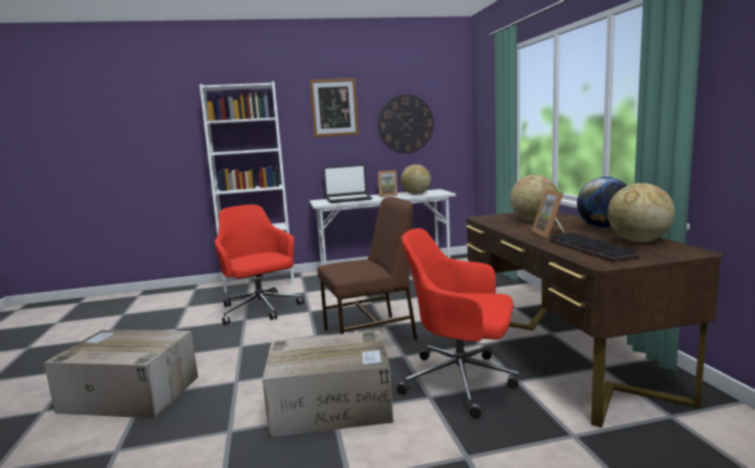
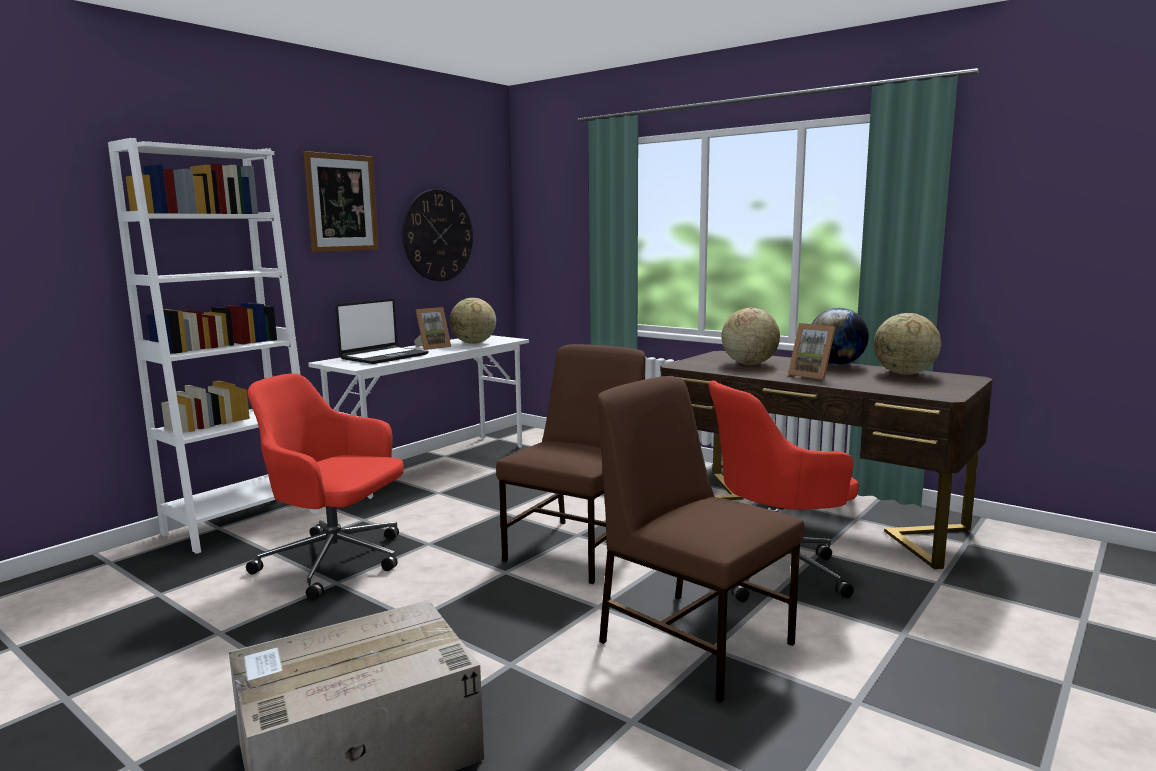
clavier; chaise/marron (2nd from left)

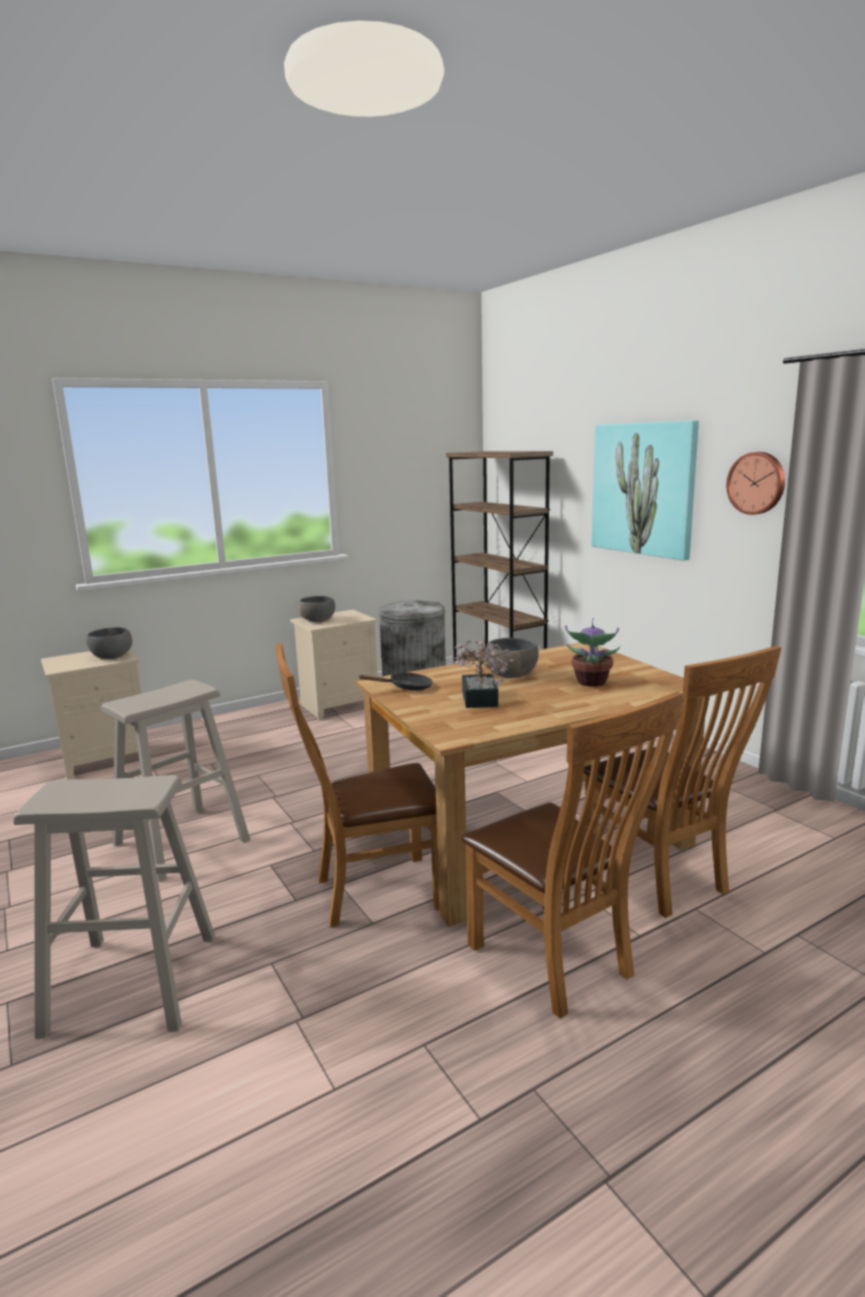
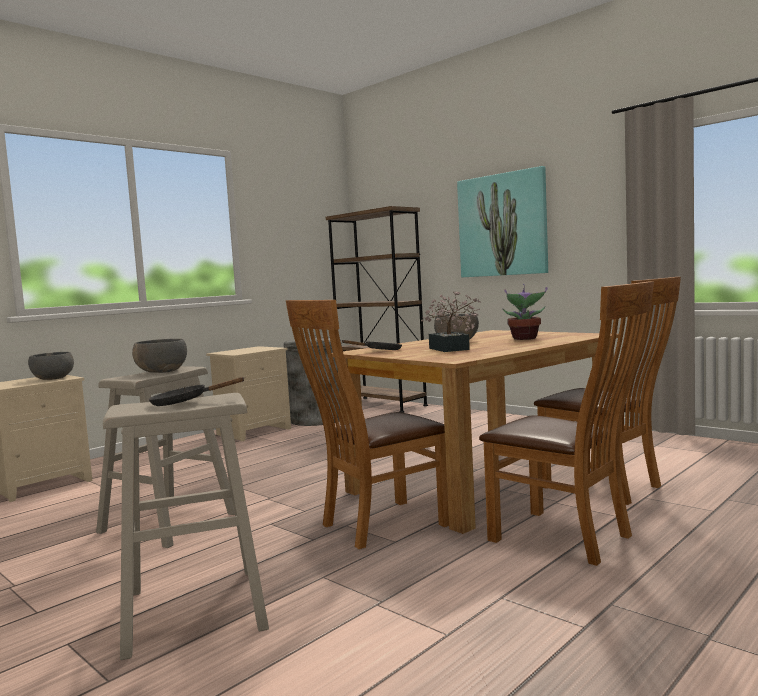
horloge murale; bol/gris (2nd from left); poêle/noir (1st from left)

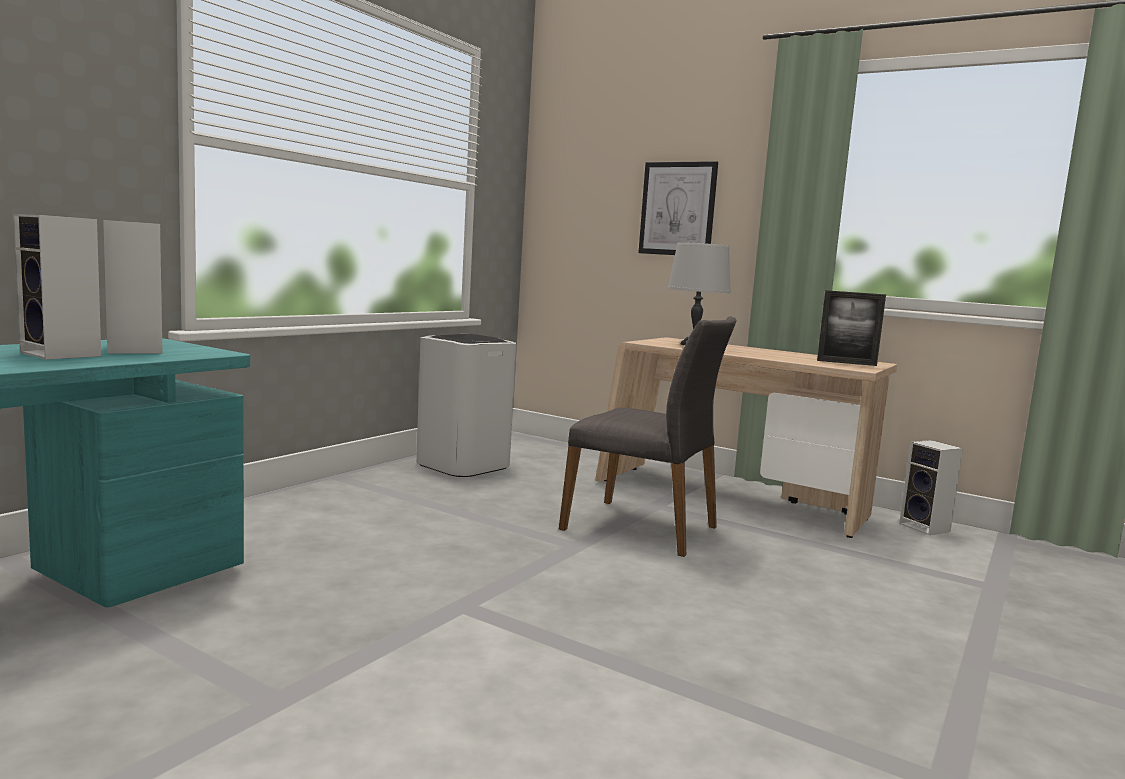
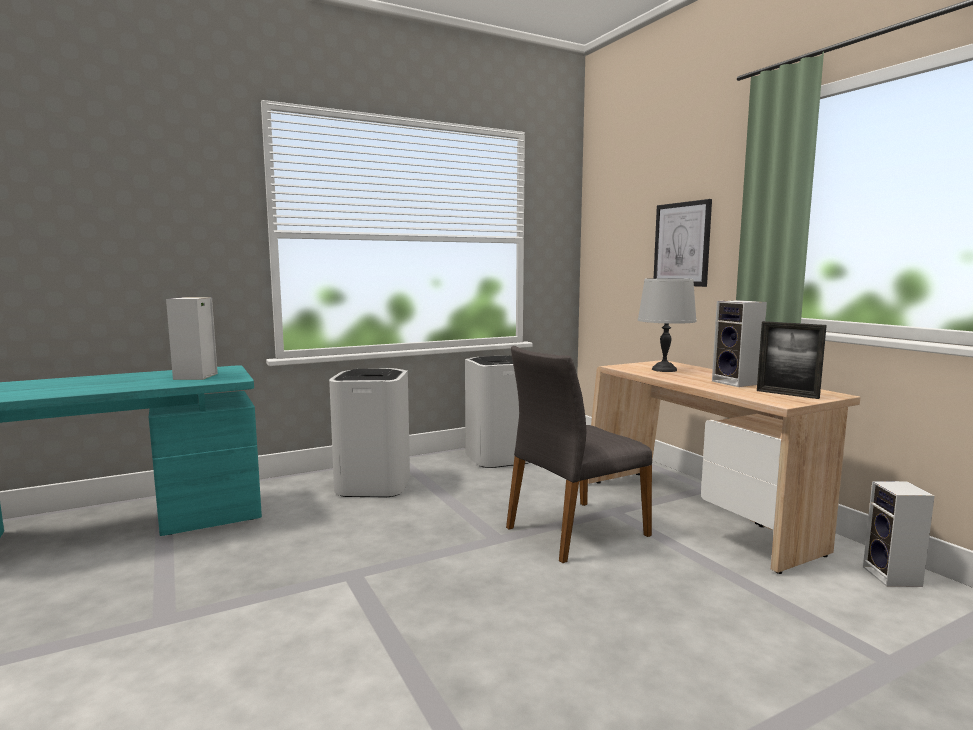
enceinte (2nd from left); chaise/gris; poubelle/blanc (1st from left)

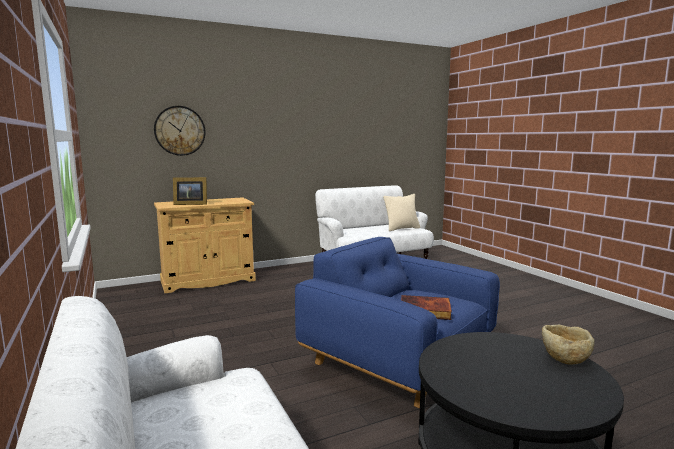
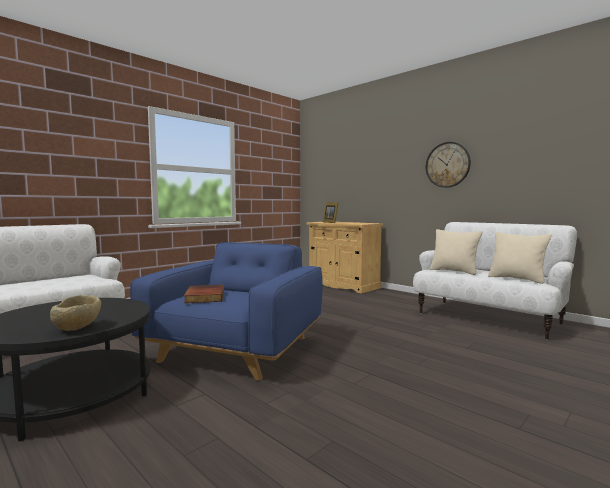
horloge murale; coussin/beige (1st from left)

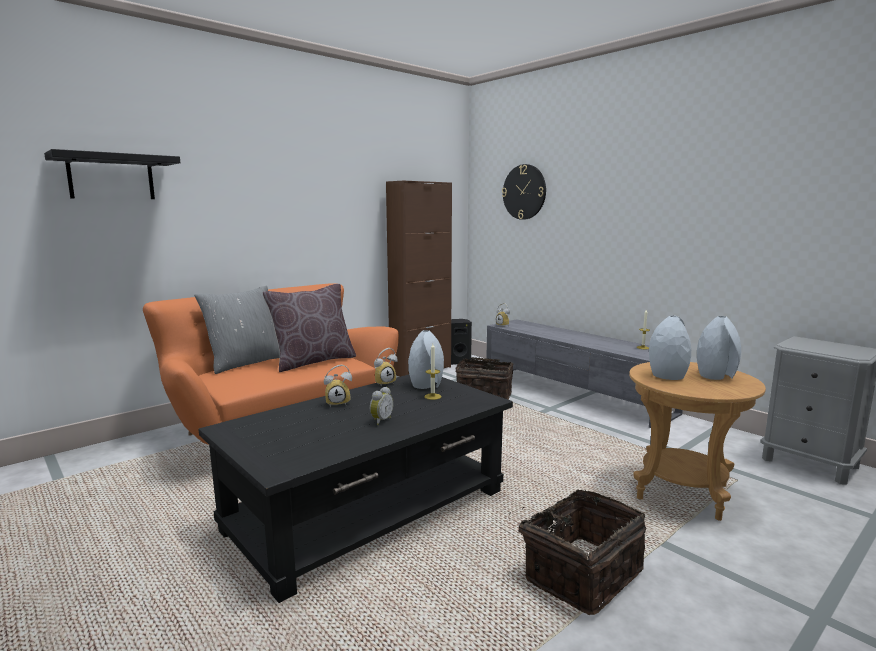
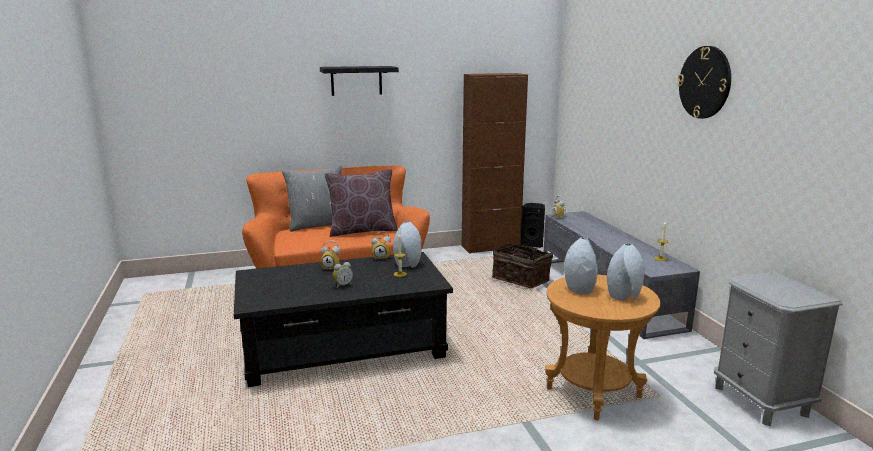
étagère/noir; horloge murale; panier (2nd from left in the first image)

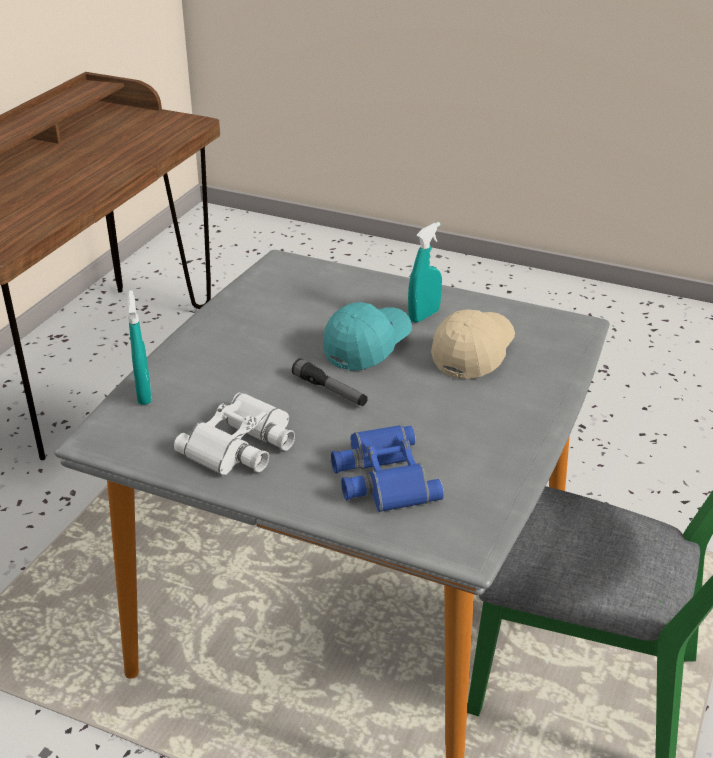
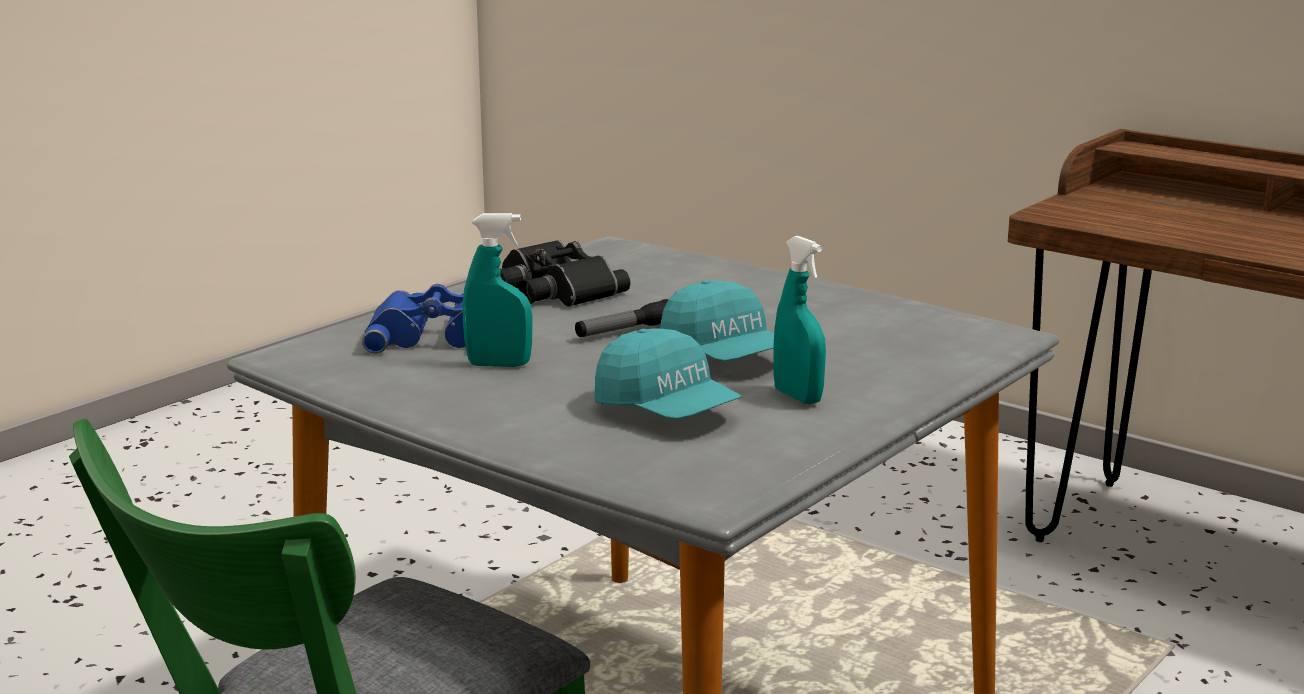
vaporisateur/turquoise (1st from left); casquette/turquoise (1st from left); jumelles/noir

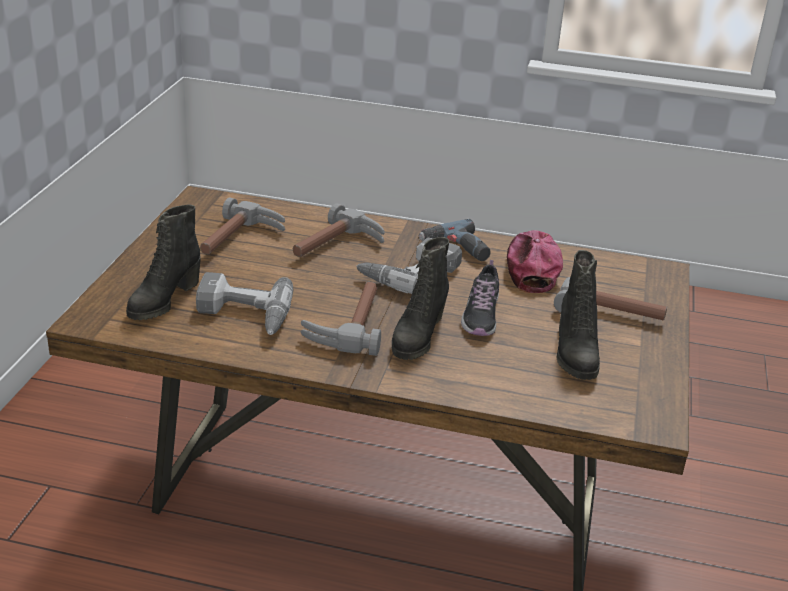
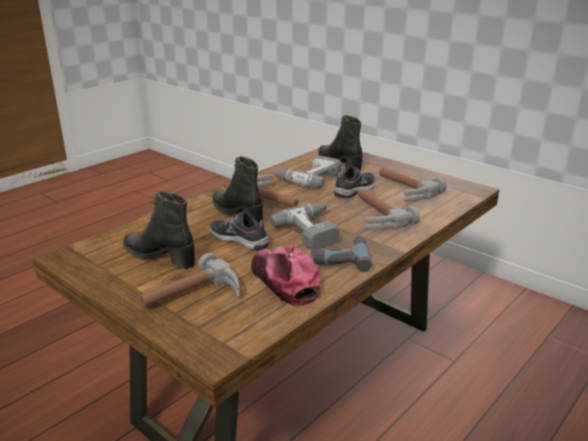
casquette; chaussure (2nd from left)

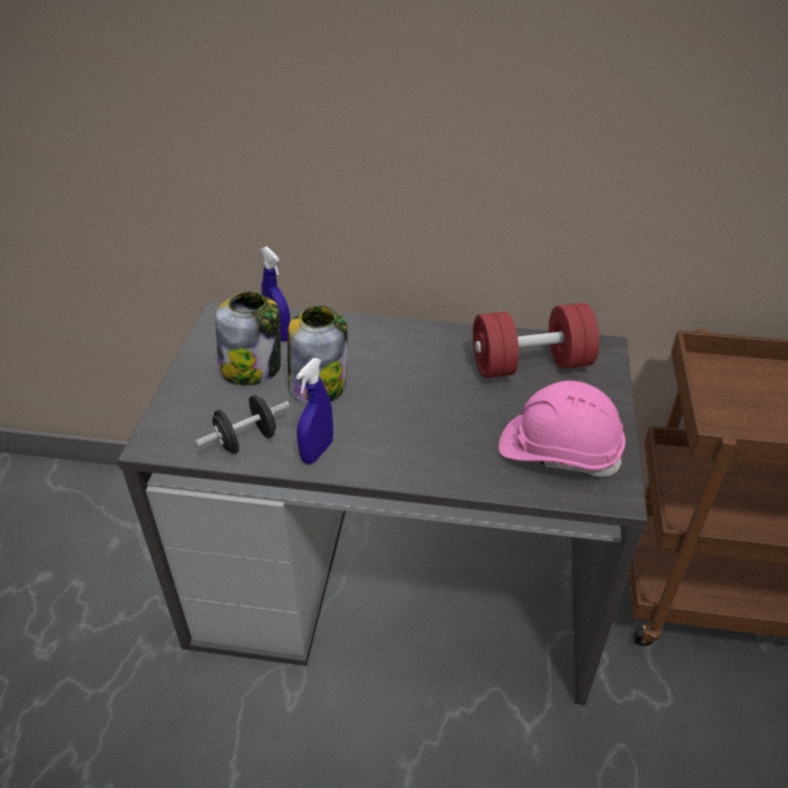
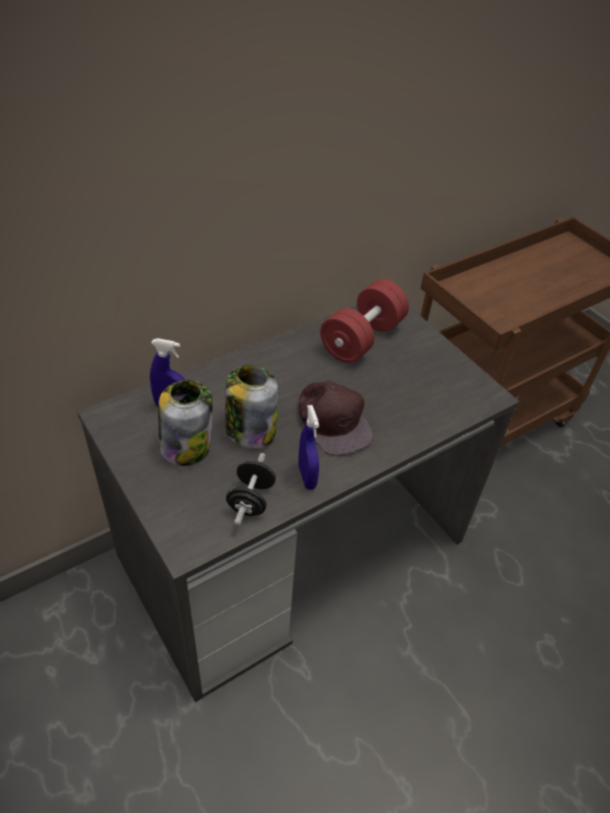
casque de chantier/rose; casquette/marron

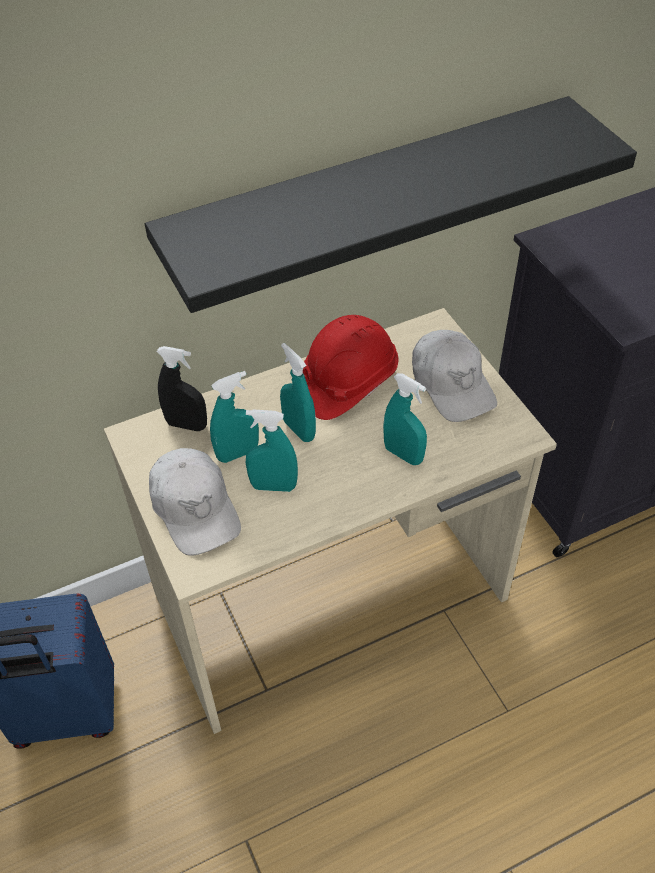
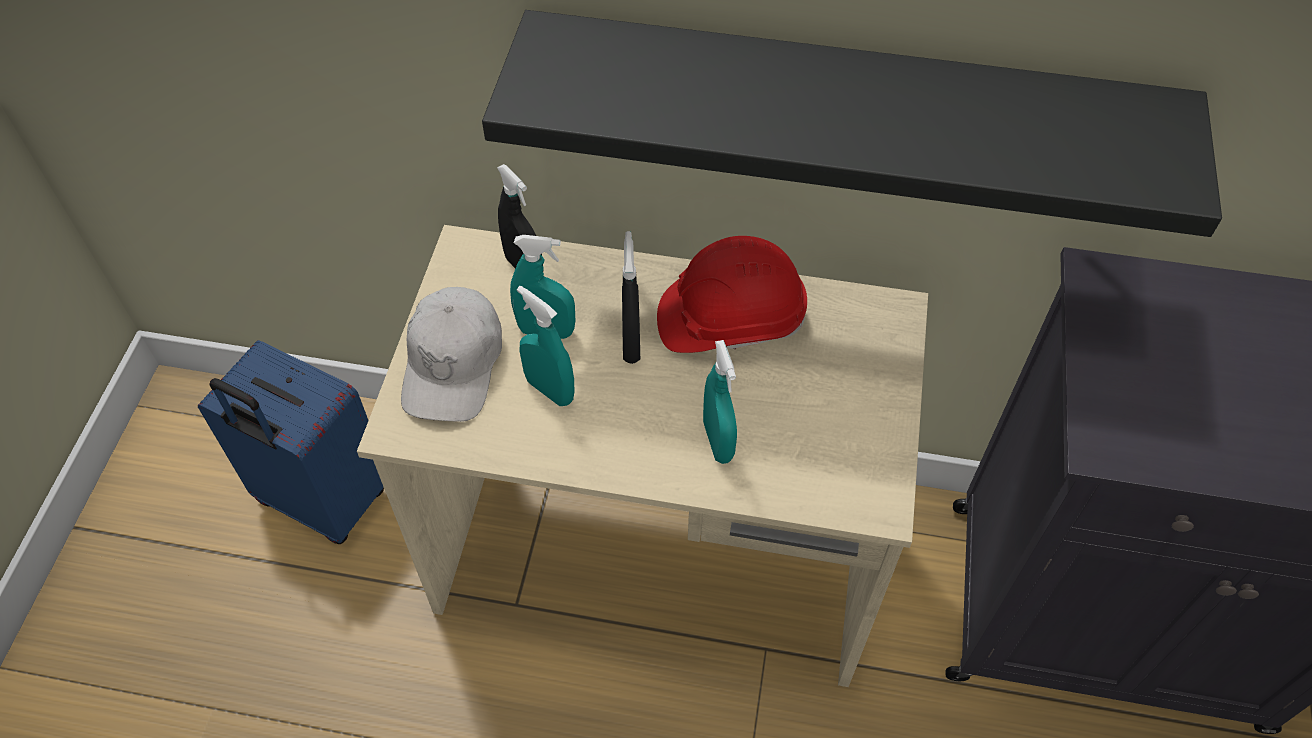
casquette/blanc (2nd from left in the first image); vaporisateur/noir (2nd from left)

